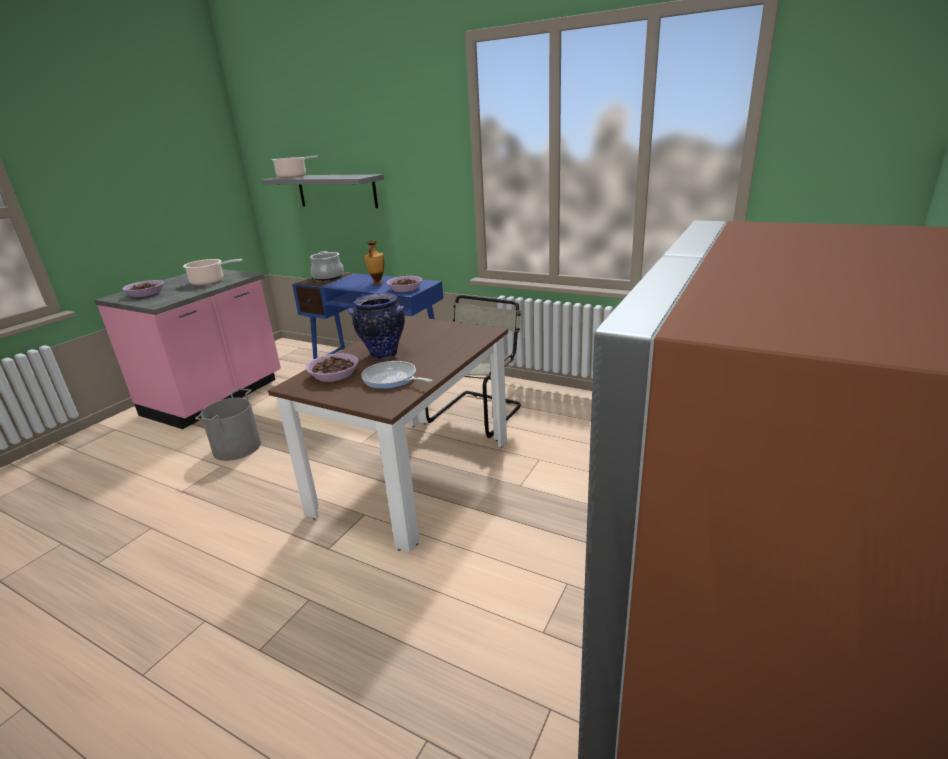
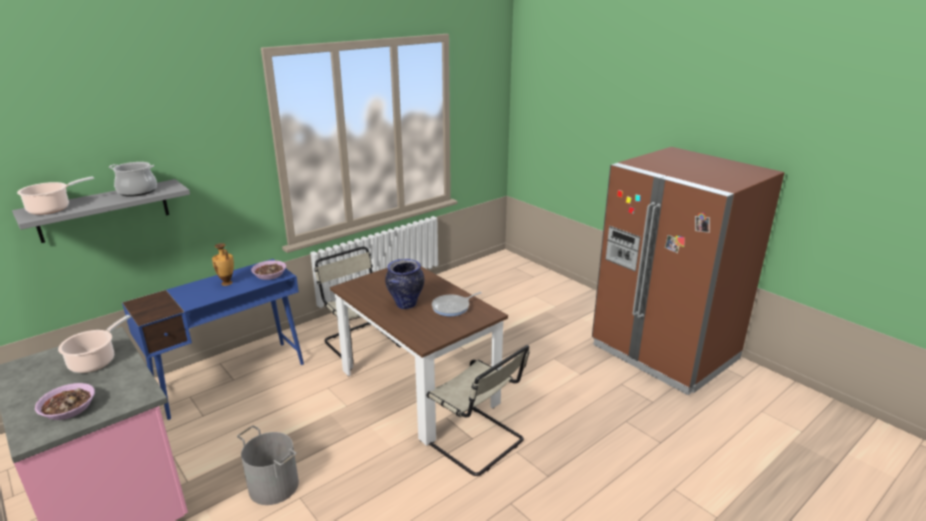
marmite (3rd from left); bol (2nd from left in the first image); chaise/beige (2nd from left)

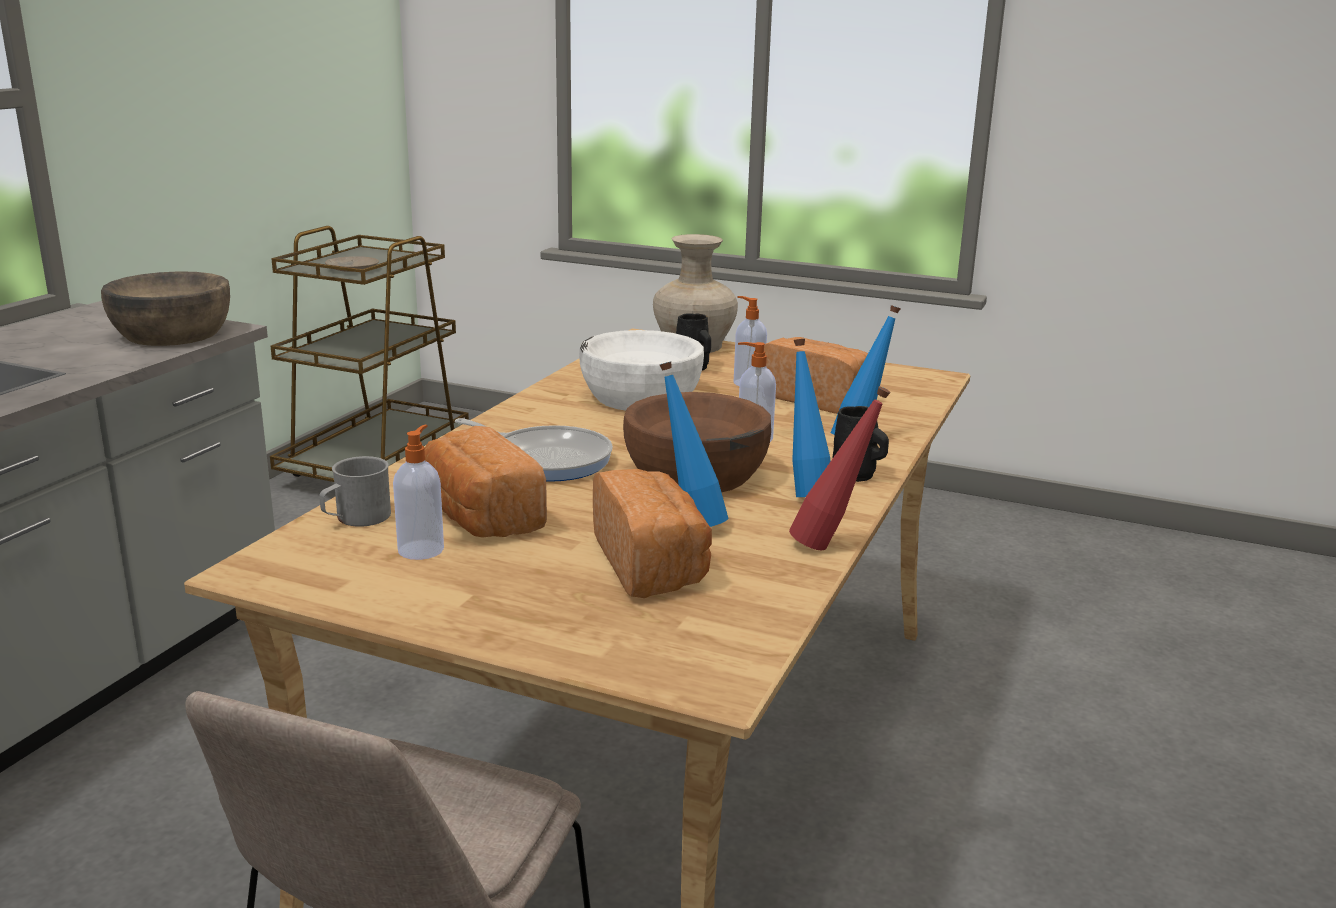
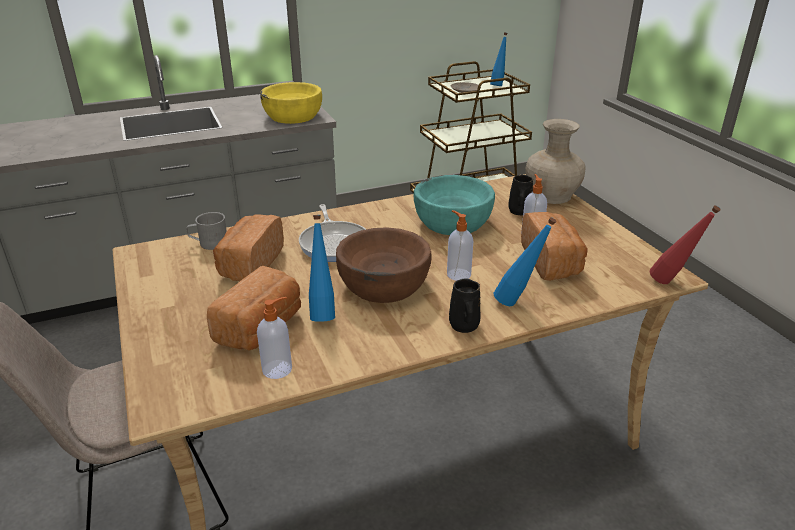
bol/jaune; bol/turquoise; bouteille/bleu (2nd from left); bouteille/rouge; distributeur de savon (1st from left)

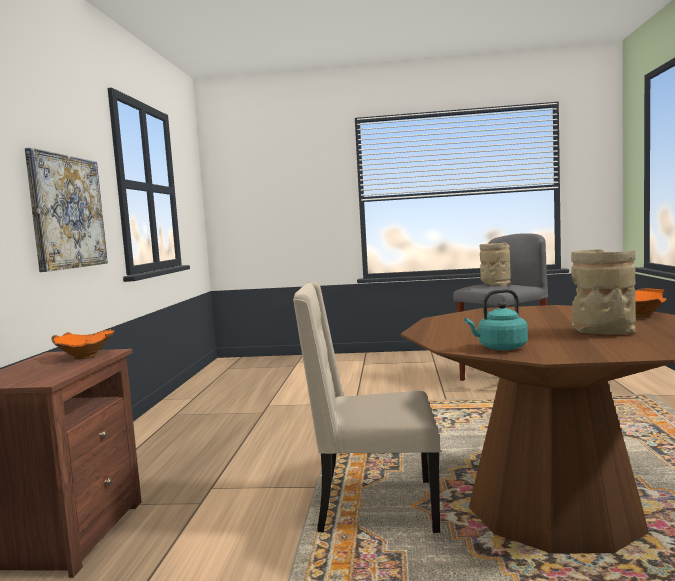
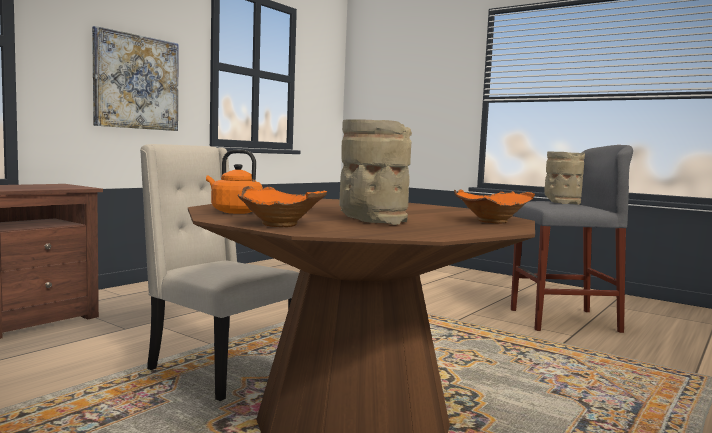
bouilloire/orange; bol/orange (1st from left)

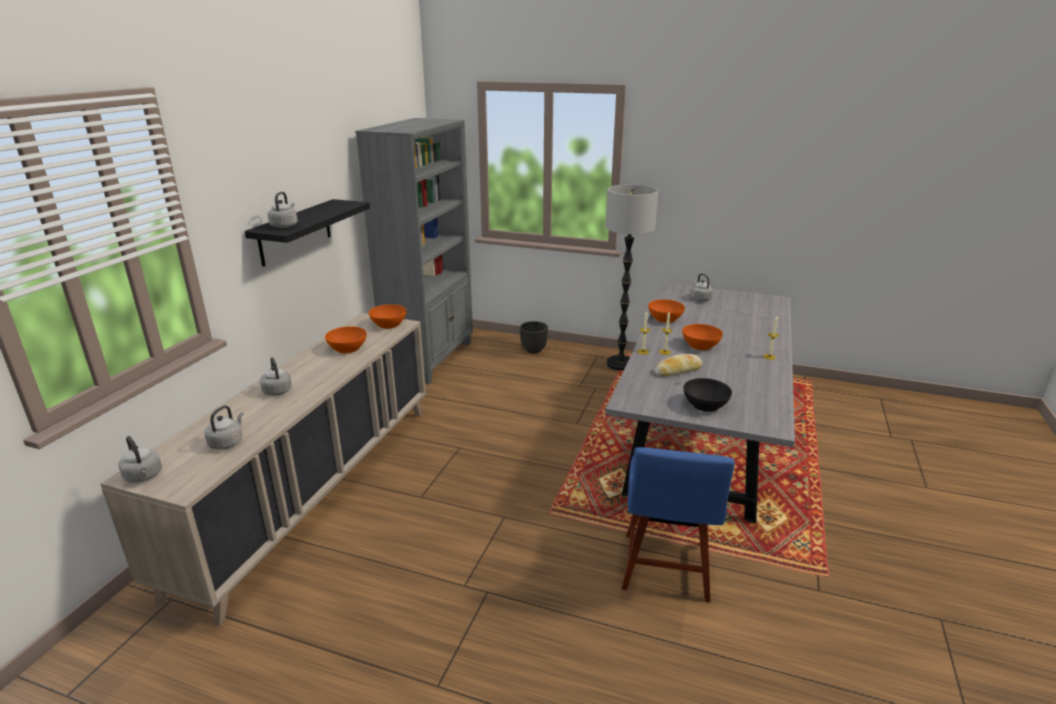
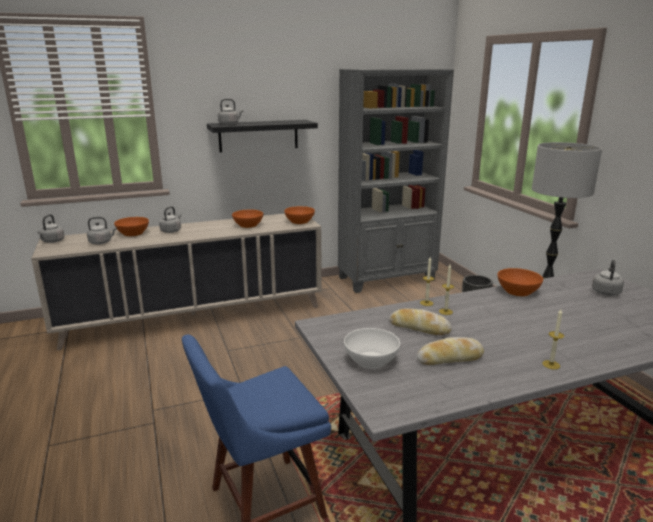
bol/orange (1st from left); bol/blanc; pain (2nd from left)

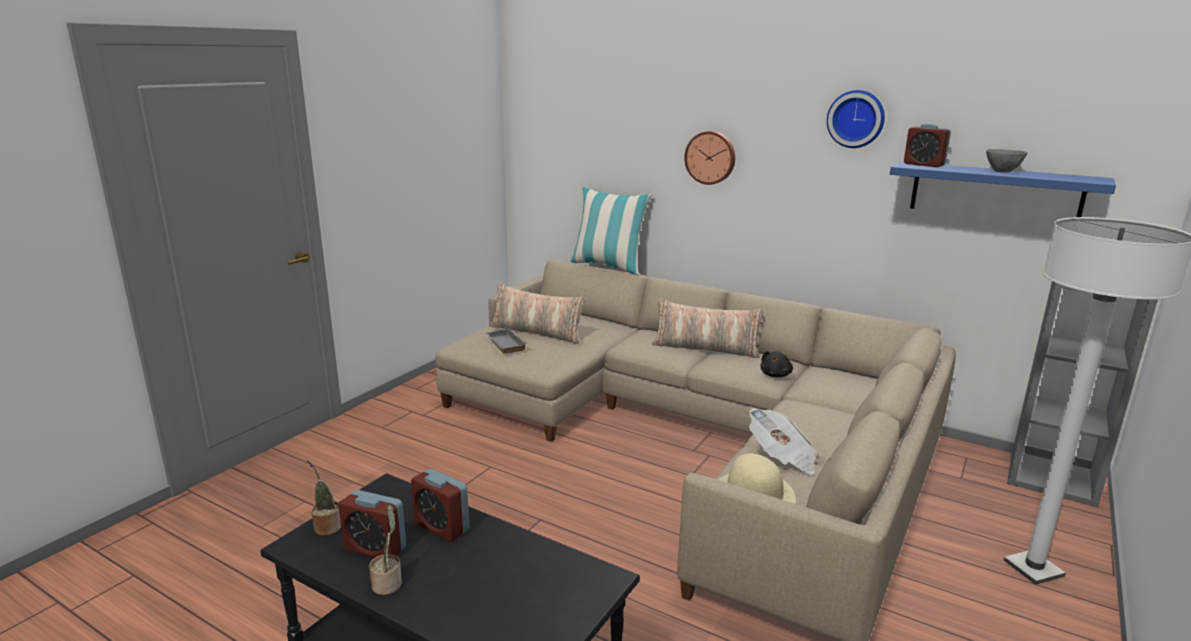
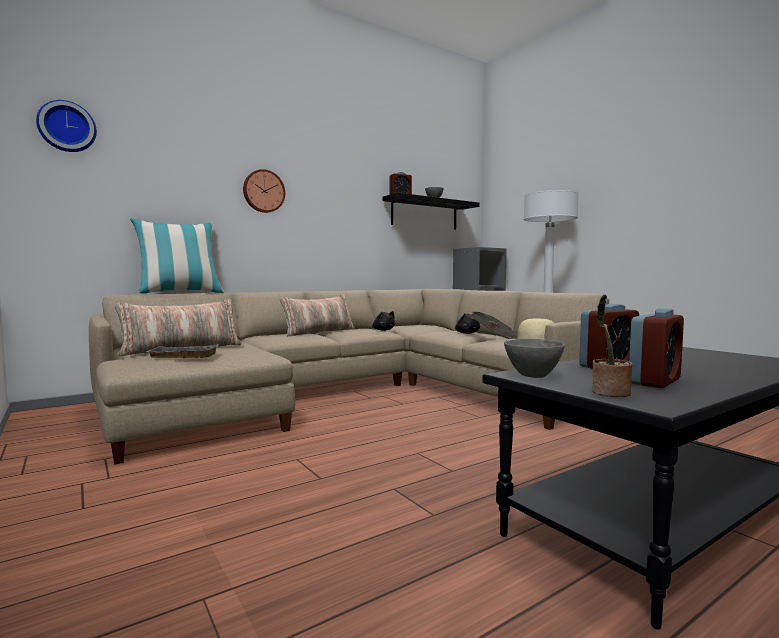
horloge murale (1st from left); étagère/noir; plante en pot (2nd from left in the first image); peluche/noir (2nd from left); bol/gris (2nd from left)

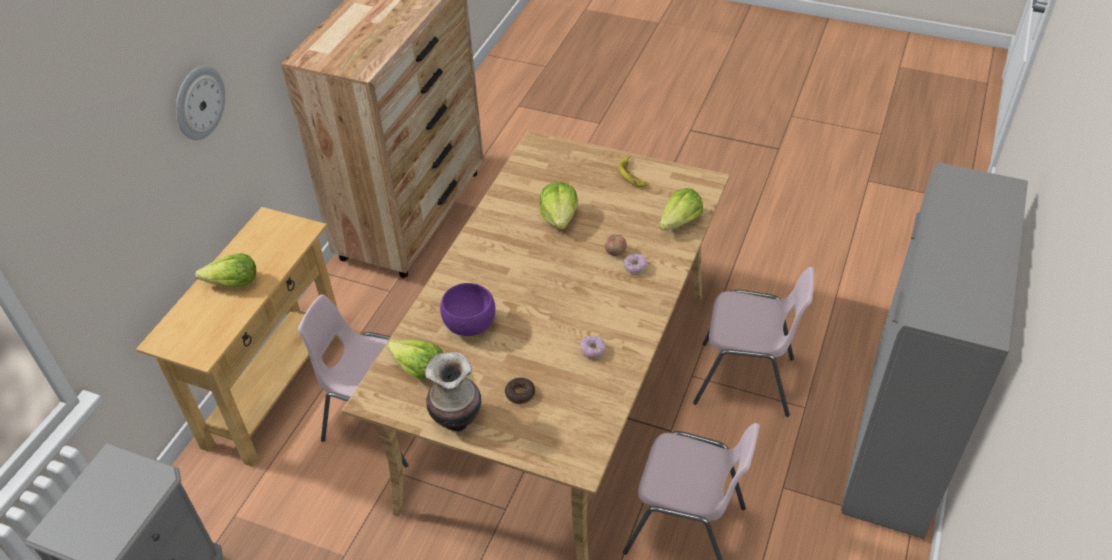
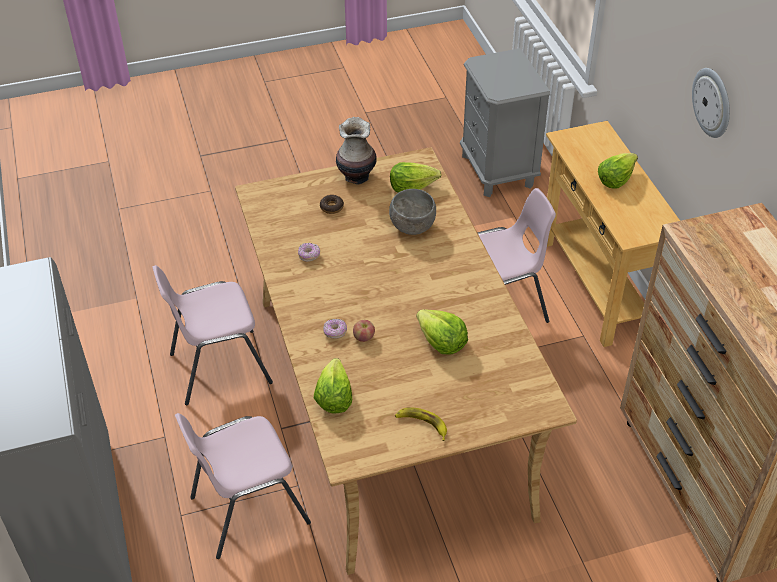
bol/gris

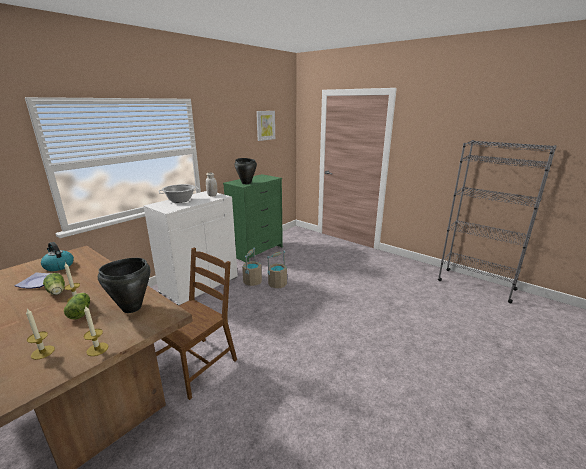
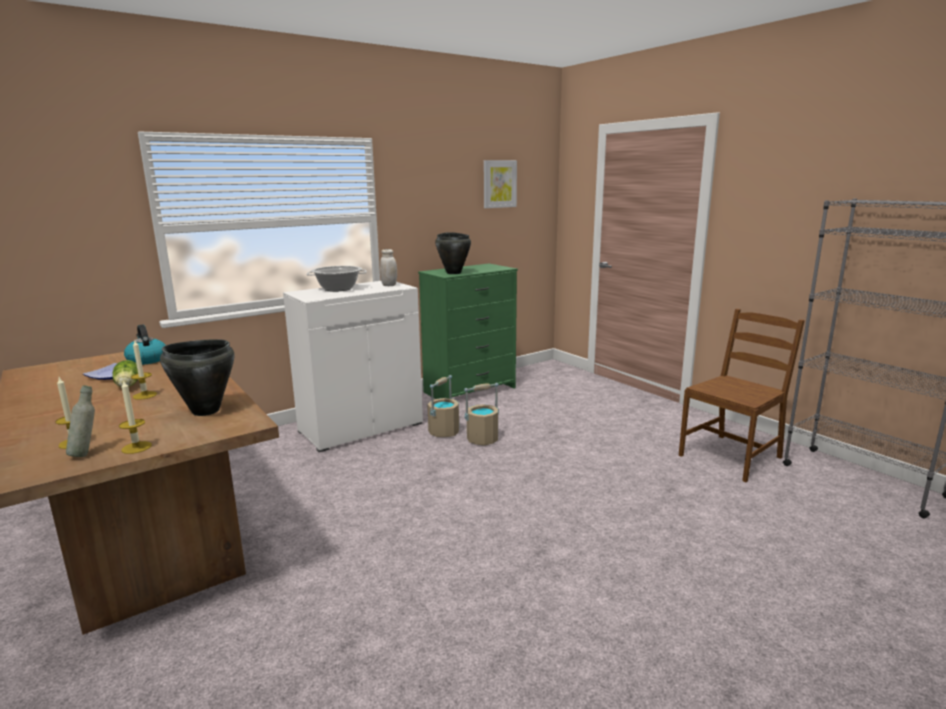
chaise/marron; laitue (2nd from left in the first image); bouteille/gris

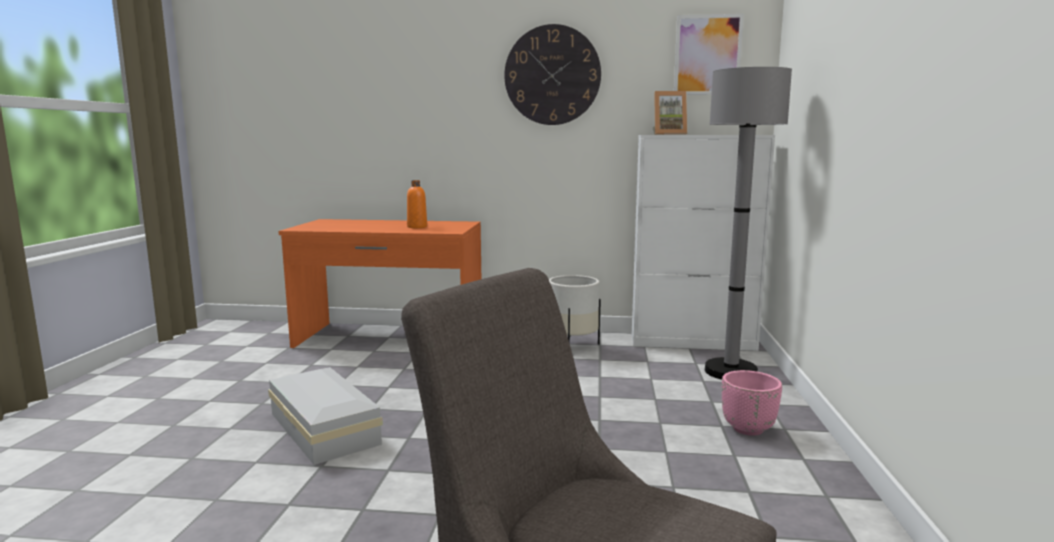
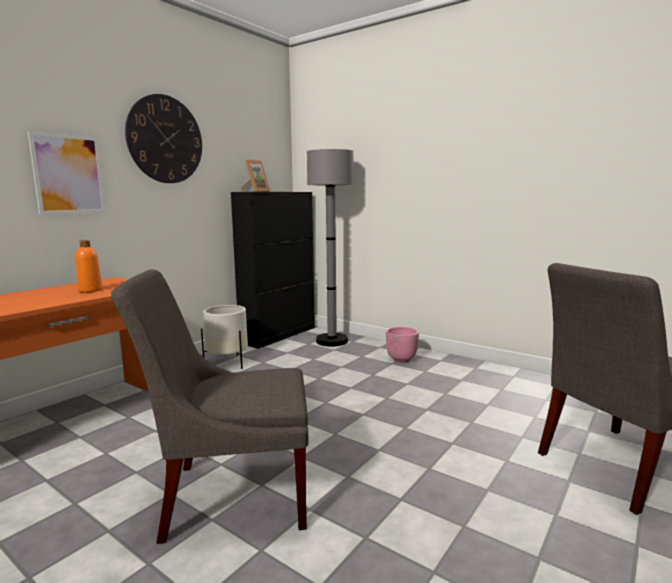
tableau; meuble de rangement/noir; chaise/gris (1st from left)

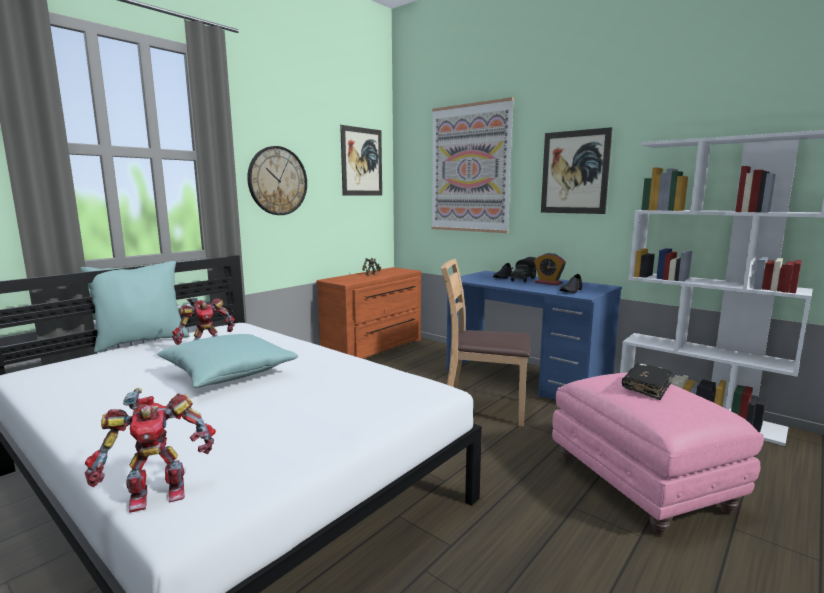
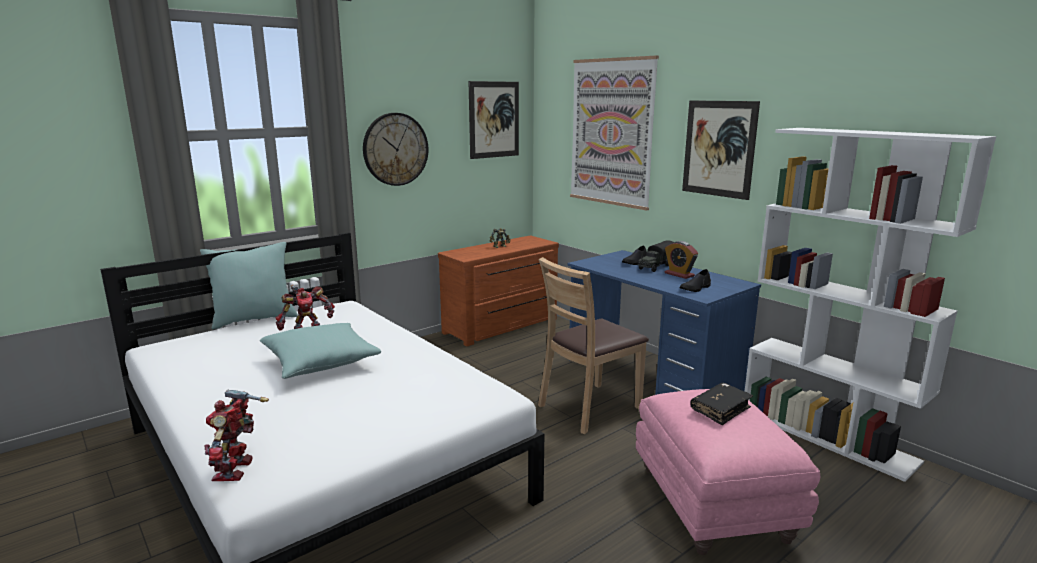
chaise/marron; robot jouet (1st from left)

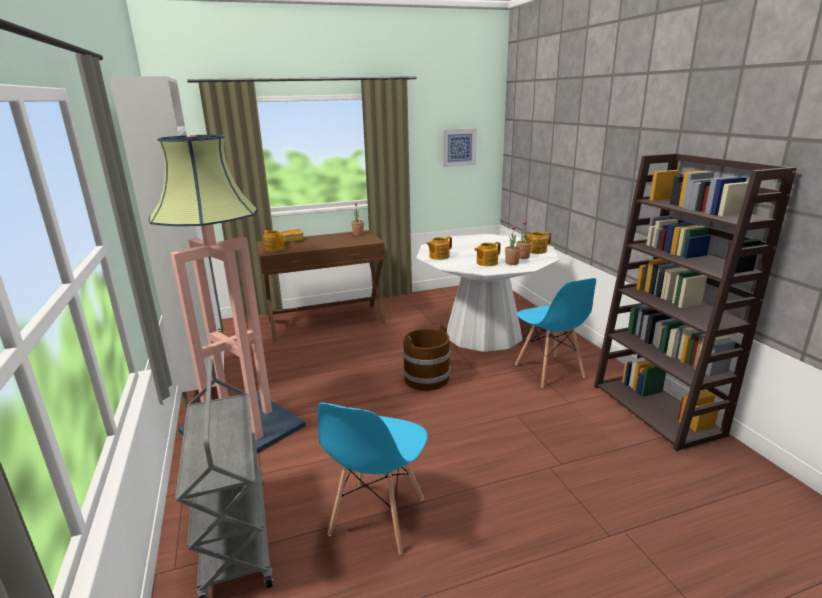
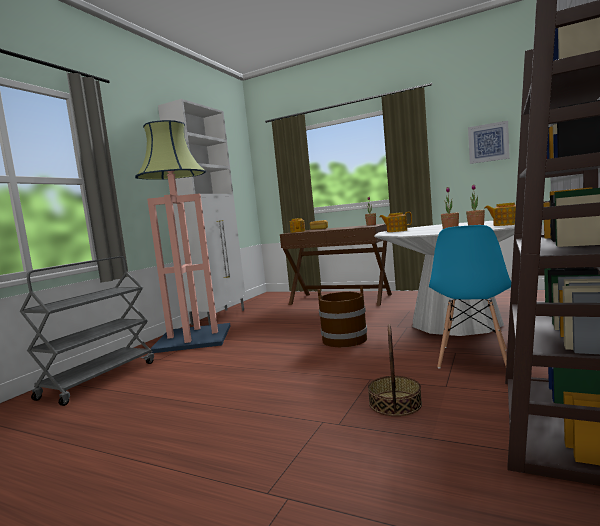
théière (3rd from left in the first image); chaise/bleu (1st from left in the first image); panier

